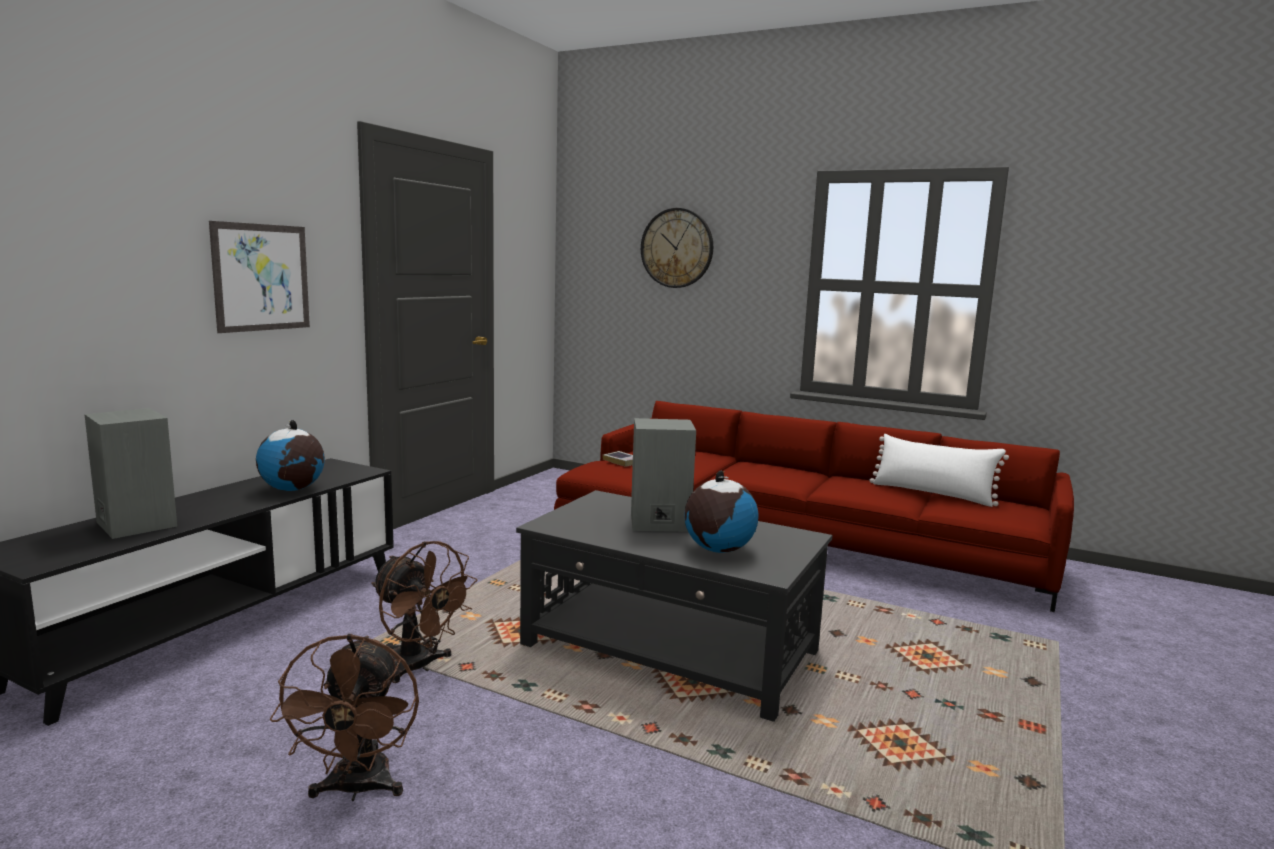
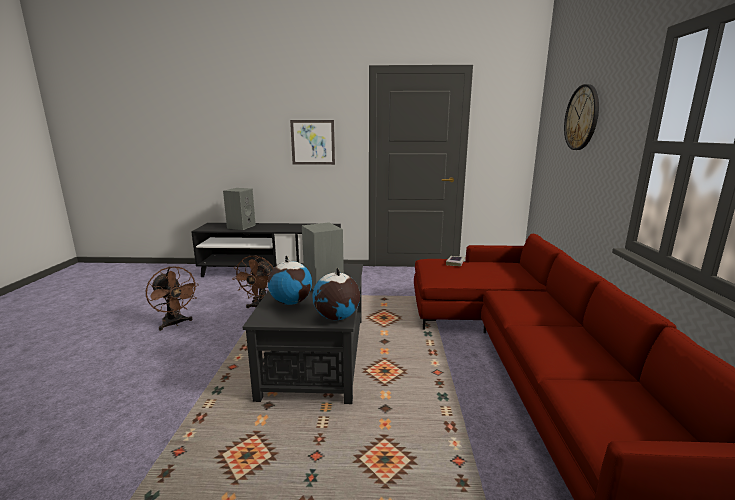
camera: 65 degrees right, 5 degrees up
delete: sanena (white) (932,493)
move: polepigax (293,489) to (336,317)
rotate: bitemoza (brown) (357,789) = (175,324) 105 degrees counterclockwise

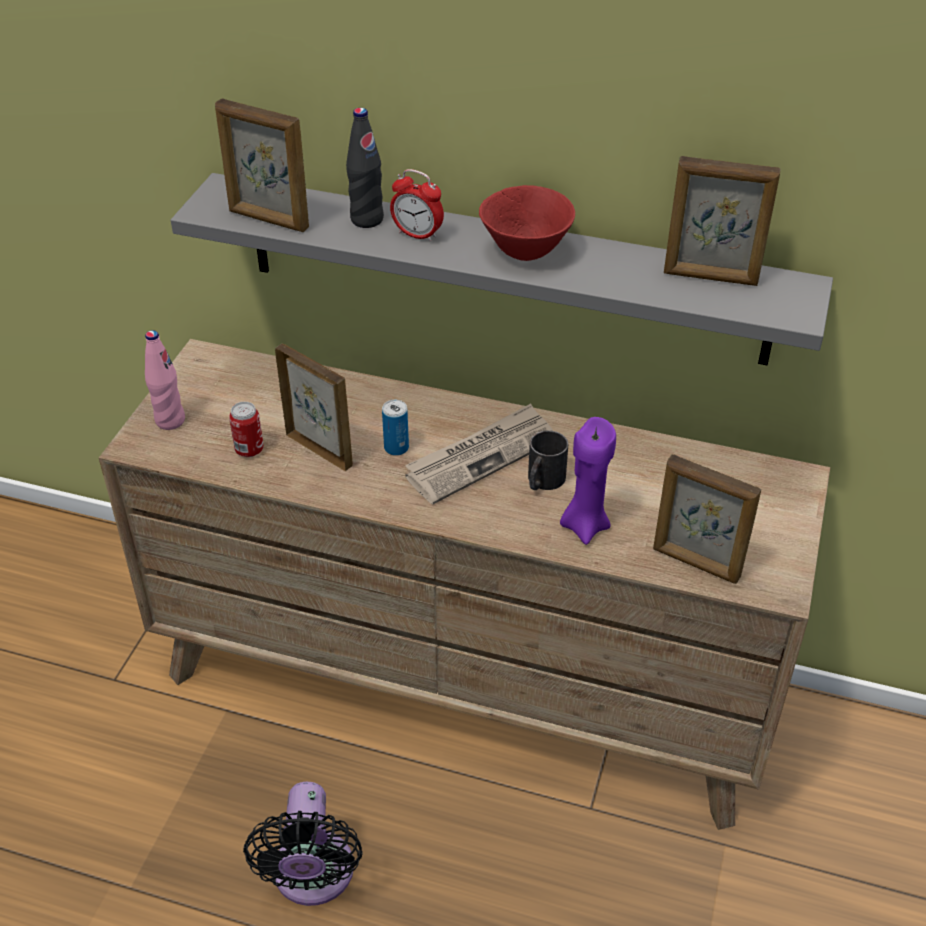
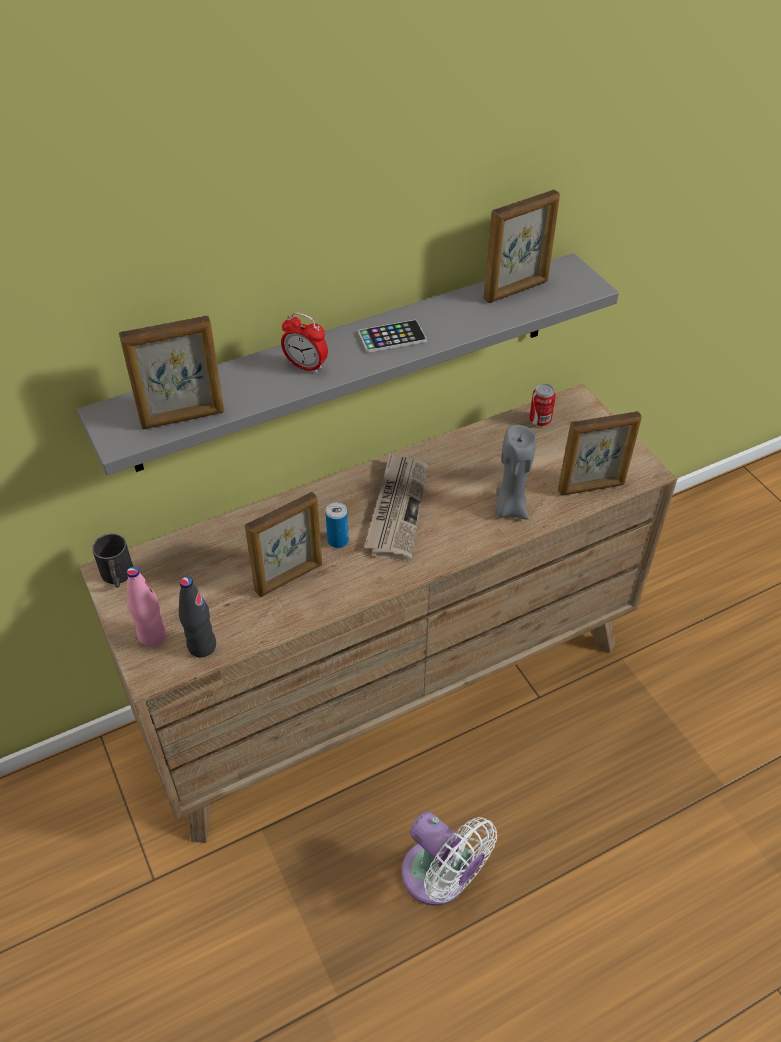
camera: 45 degrees left, 5 degrees up
move: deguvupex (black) (543,481) to (117,576); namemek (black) (367,219) to (202,646); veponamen (249,450) to (540,420)
replace: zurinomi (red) (526,252) to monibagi (392,337)
recolor: bitemoza (black) (312,877) to bitemoza (white) (440,878); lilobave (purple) (584,525) to lilobave (grey) (509,508)
rotate: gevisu (319,449) = (289,578) 150 degrees clockwise; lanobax (417,235) = (306,366) 45 degrees clockwise

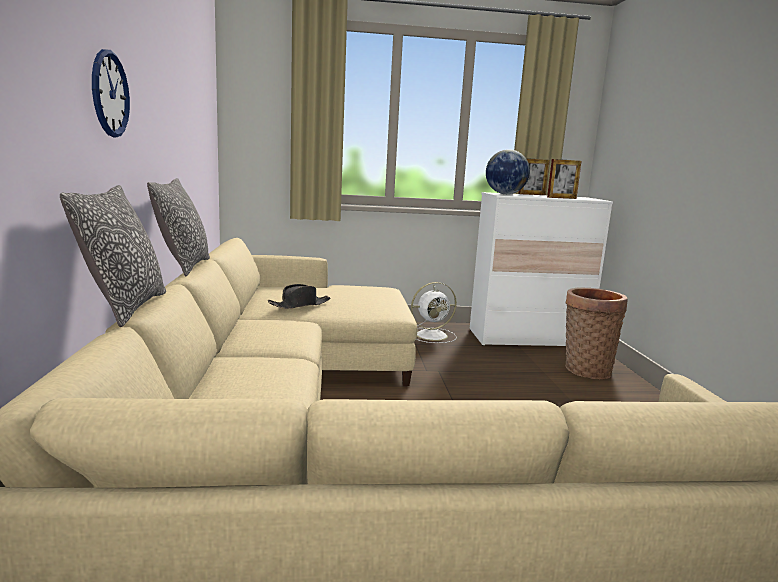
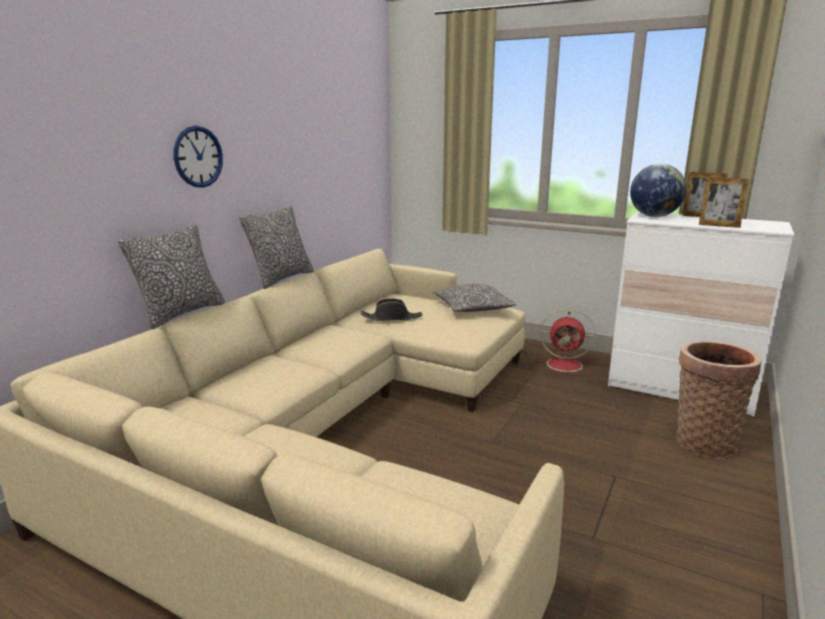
camera: 35 degrees right, 5 degrees up
insert: sanena (473,308)
recolor: bitemoza (white) (433,335) to bitemoza (red) (566,365)

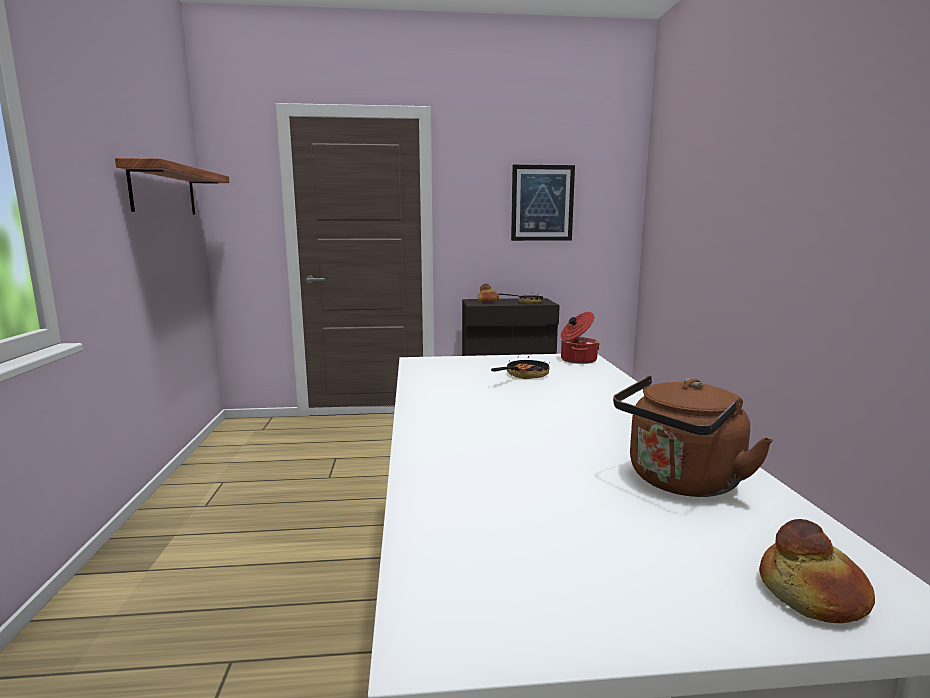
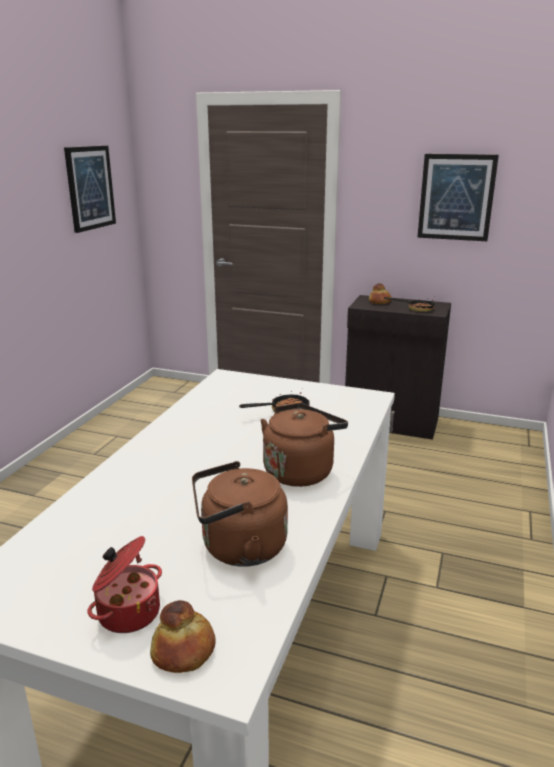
camera: 25 degrees right, 10 degrees up
insert: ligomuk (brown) (300,471)
move: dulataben (577,360) to (127,611)
replace: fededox (164,191) to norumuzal (90,188)

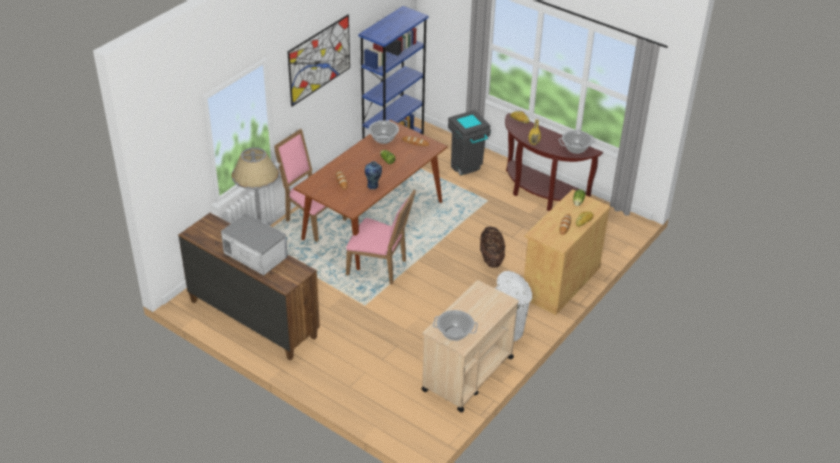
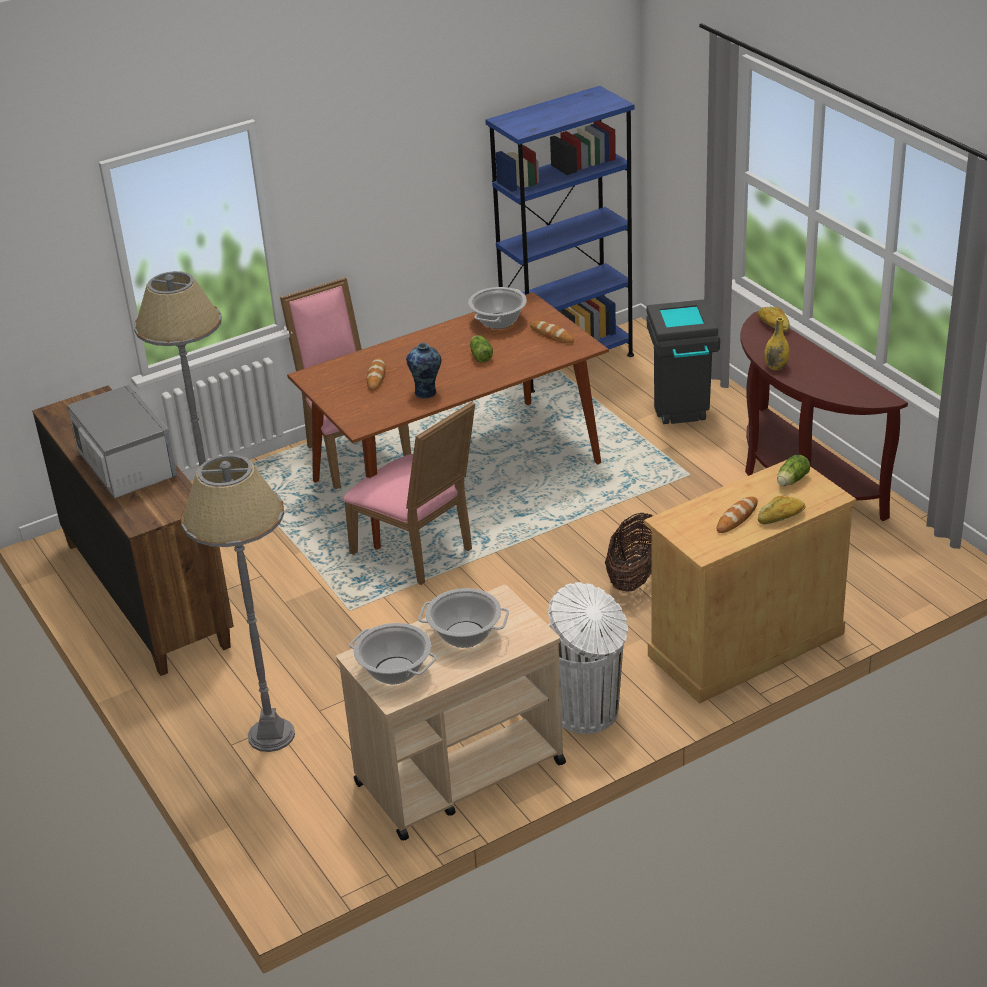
camera: 25 degrees right, 5 degrees down
delete: norumuzal (319,59)
insert: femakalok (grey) (271,735)
move: dulataben (576,149) to (465,634)

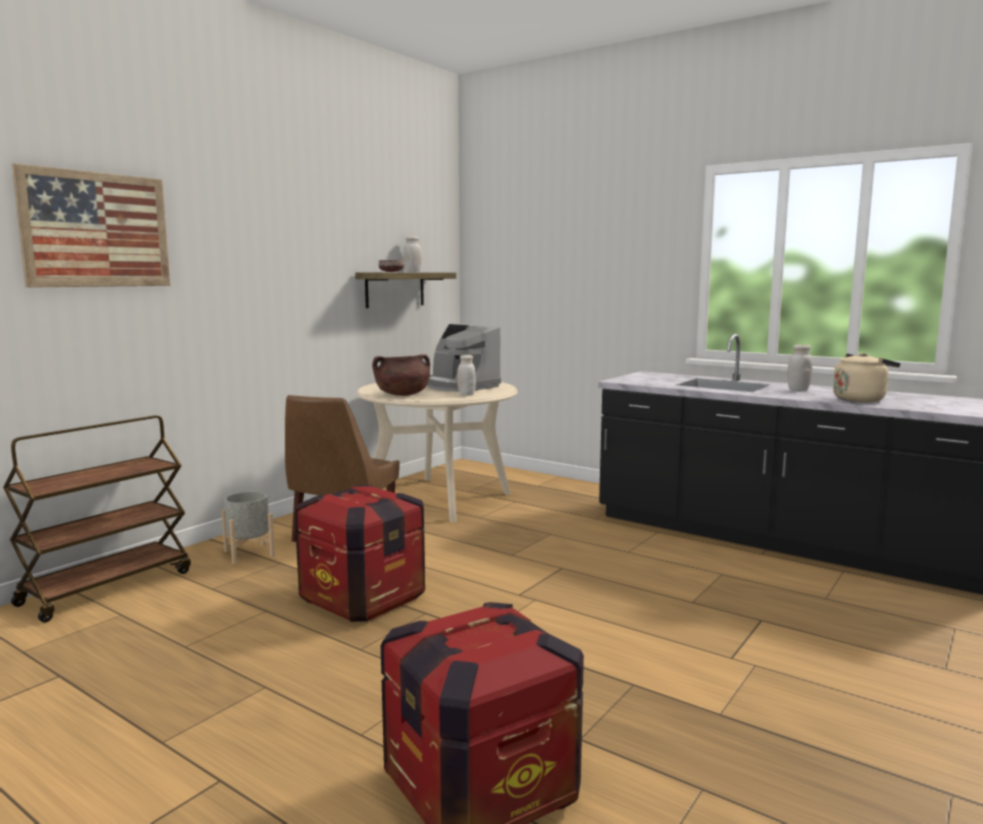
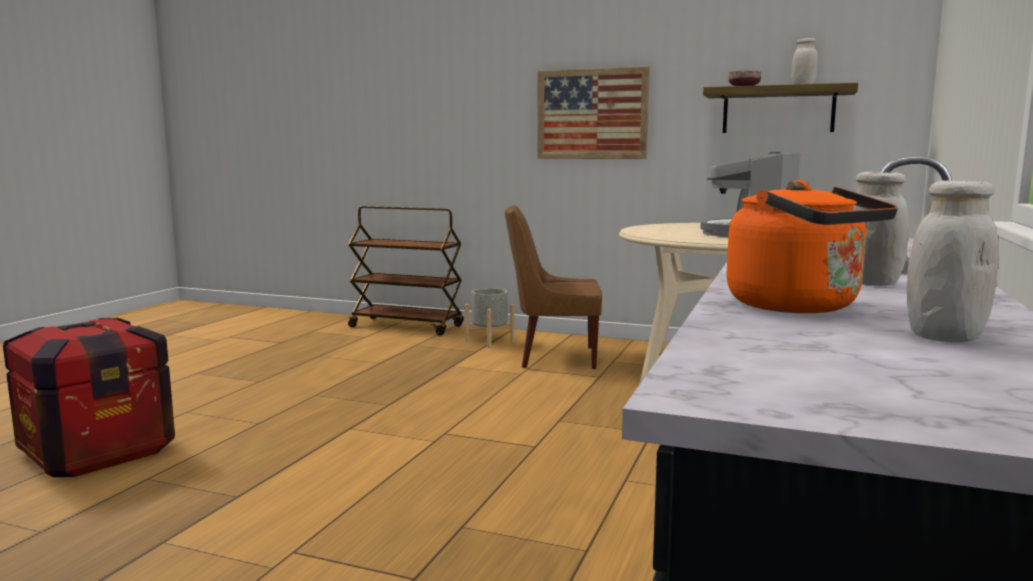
camera: 75 degrees right, 0 degrees up
delete: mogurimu (363,598); dulataben (brown) (402,395)
move: norumuzal (96,230) to (592,114); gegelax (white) (466,394) to (944,337)
recolor: ligomuk (beige) (861,399) to ligomuk (orange) (800,307)

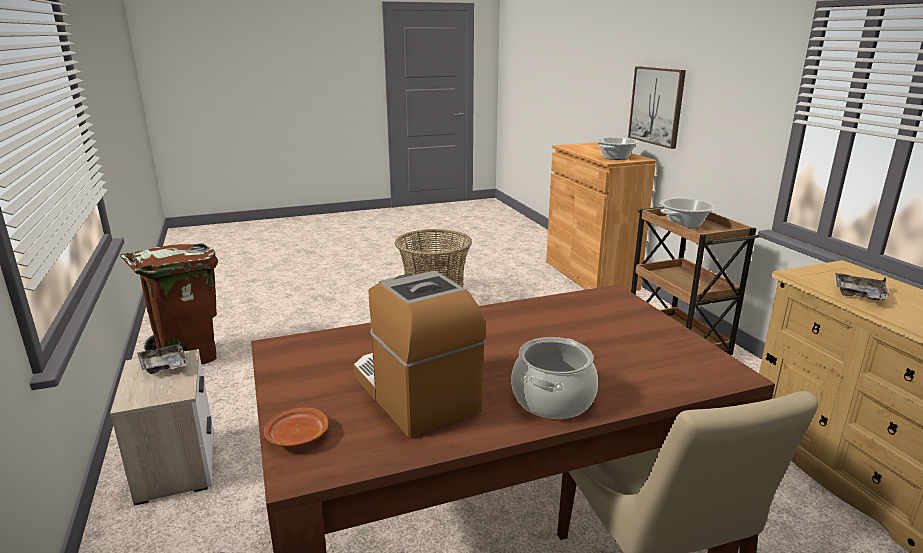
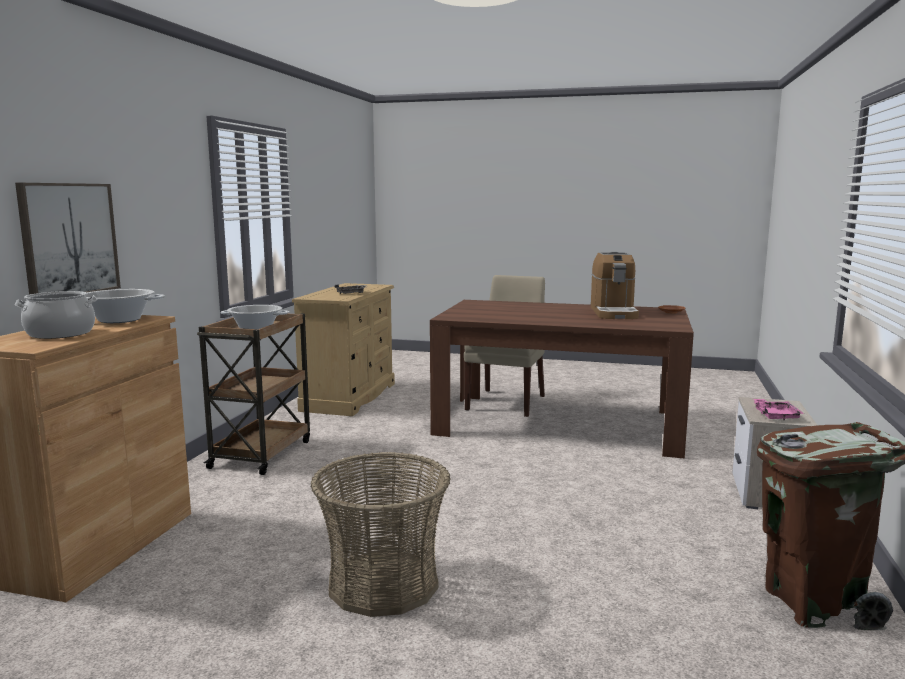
camera: 145 degrees left, 10 degrees down
move: dulataben (552,399) to (60,334)
recolor: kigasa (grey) (164,366) to kigasa (pink) (775,415)

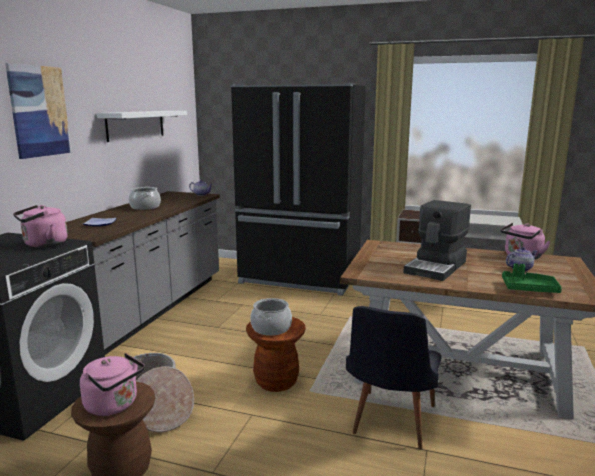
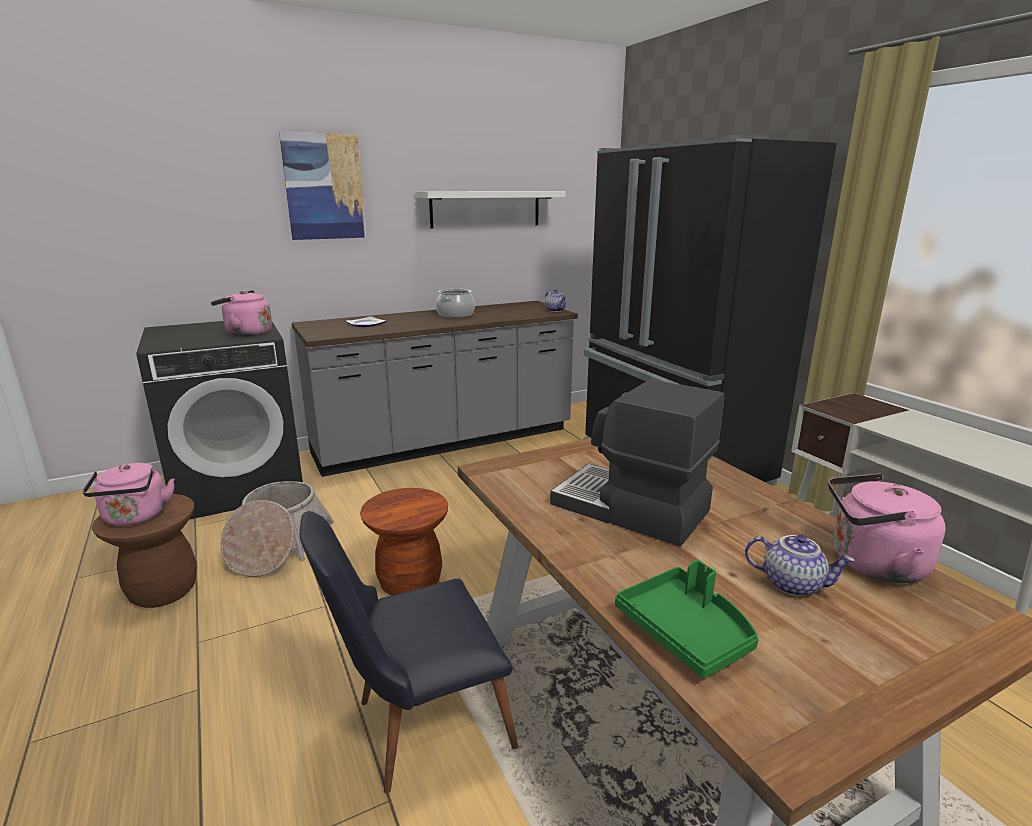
camera: 45 degrees right, 5 degrees up
delete: dulataben (271,328)
rotate: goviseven (436,267) = (630,509) 45 degrees clockwise

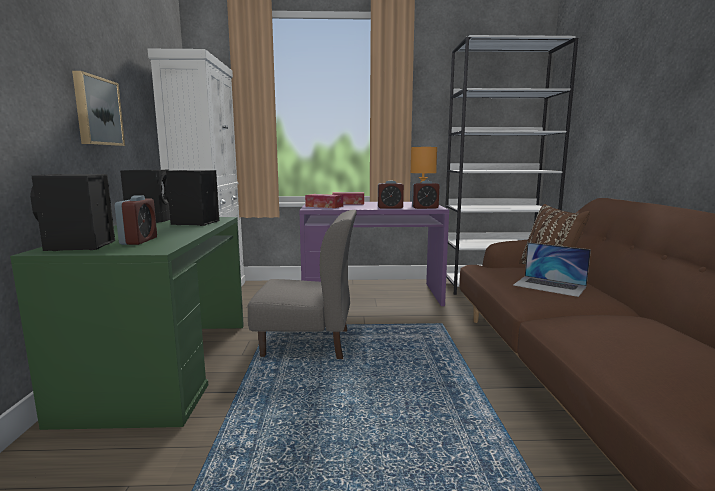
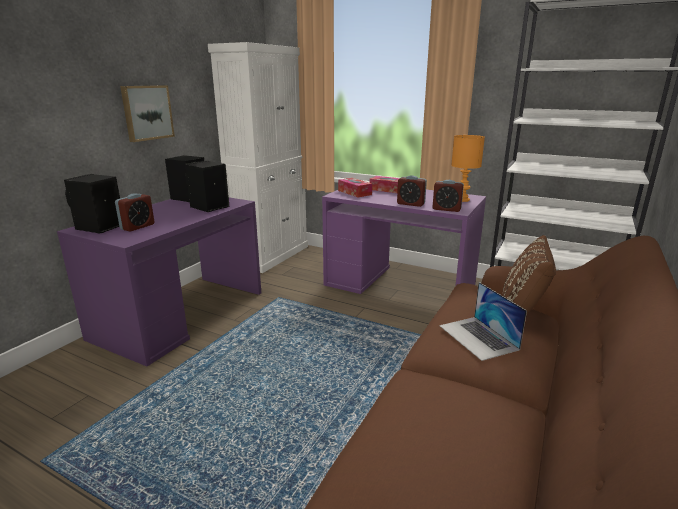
camera: 30 degrees right, 10 degrees up
delete: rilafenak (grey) (307,343)
recolor: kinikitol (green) (165,366) to kinikitol (purple) (181,314)

